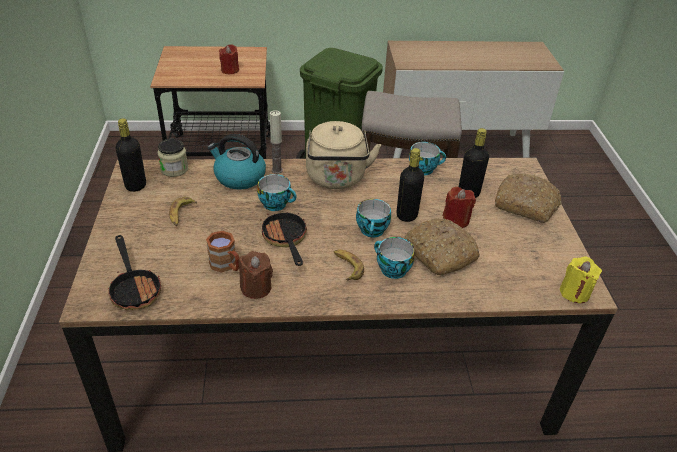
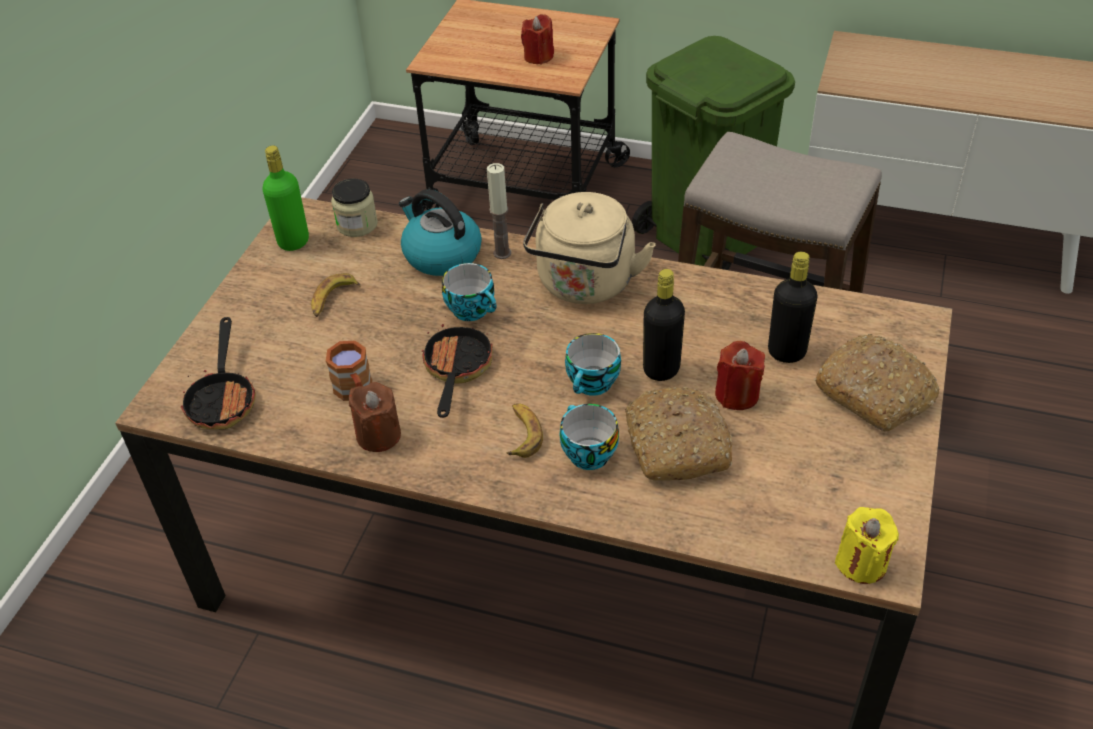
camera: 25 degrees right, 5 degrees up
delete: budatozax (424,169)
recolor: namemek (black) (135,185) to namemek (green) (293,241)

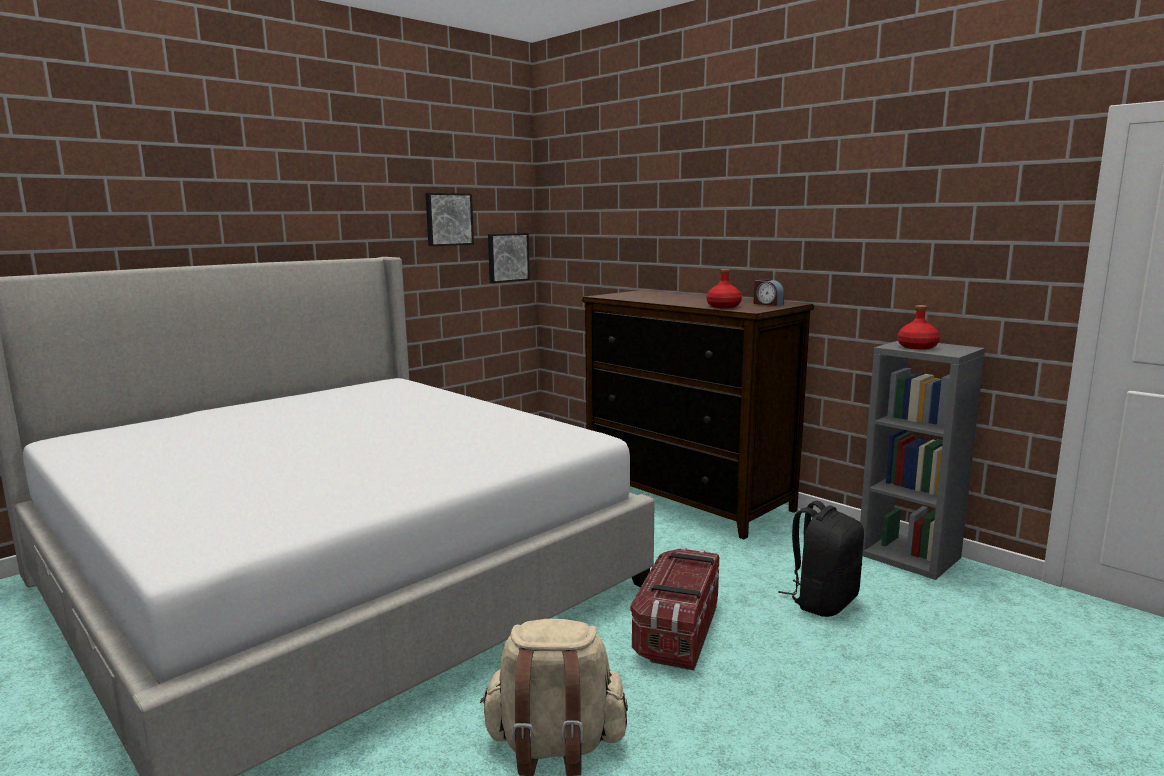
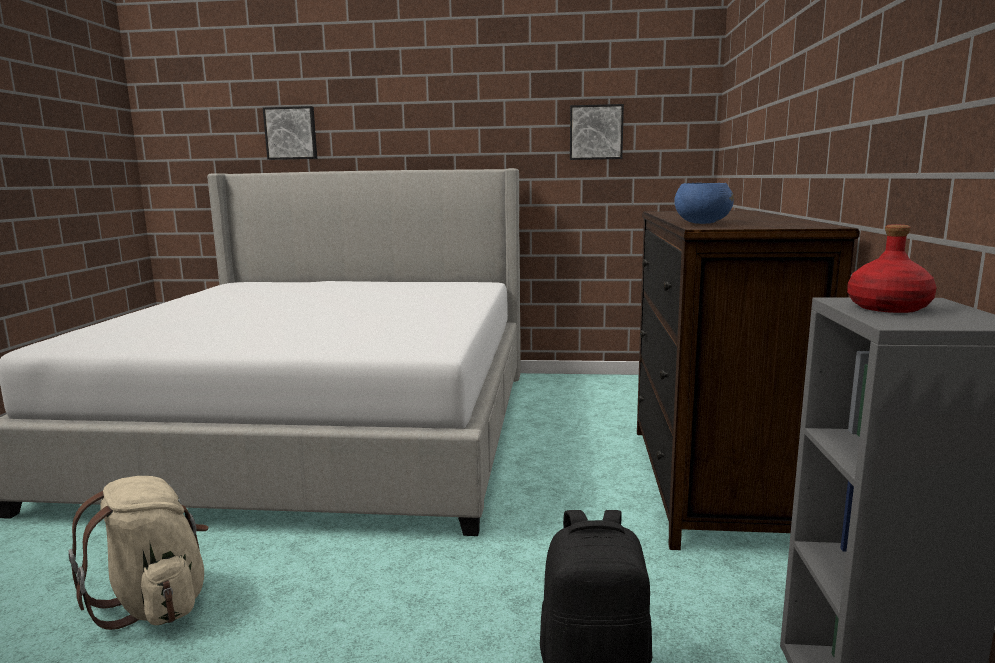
camera: 50 degrees right, 0 degrees up
delete: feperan (677,631); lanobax (767,304)
move: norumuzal (507,257) to (291,133)
replace: namemek (red) (723,306) to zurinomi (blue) (702,223)

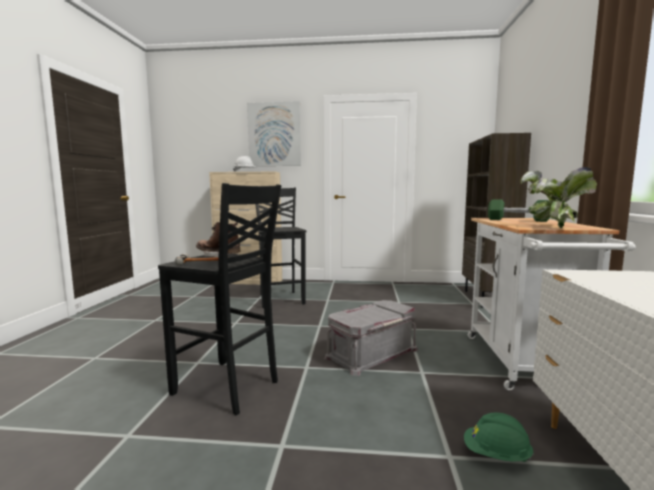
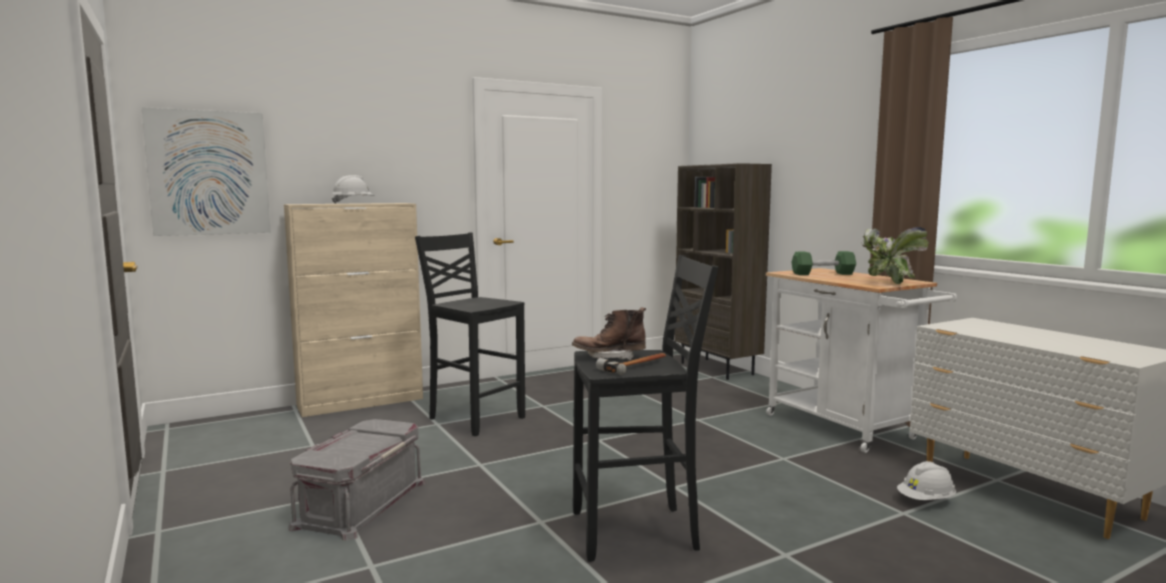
camera: 35 degrees left, 0 degrees up
move: norumuzal (274,134) to (209,173); feperan (grey) (371,353) to (359,503)
recolor: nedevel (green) (496,455) to nedevel (white) (926,501)

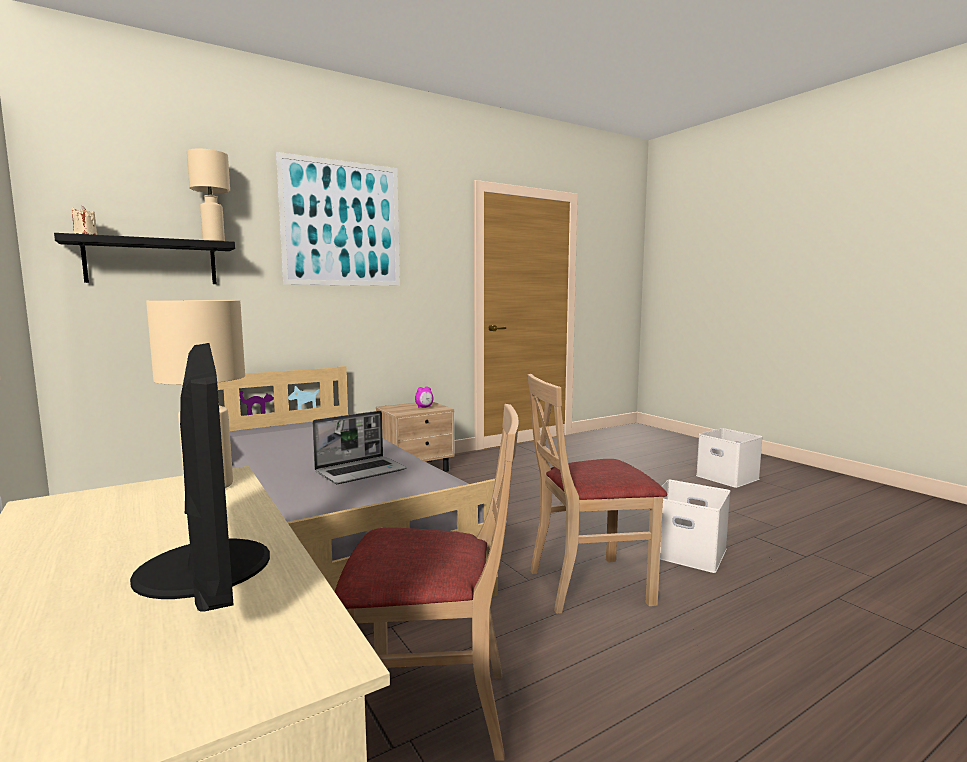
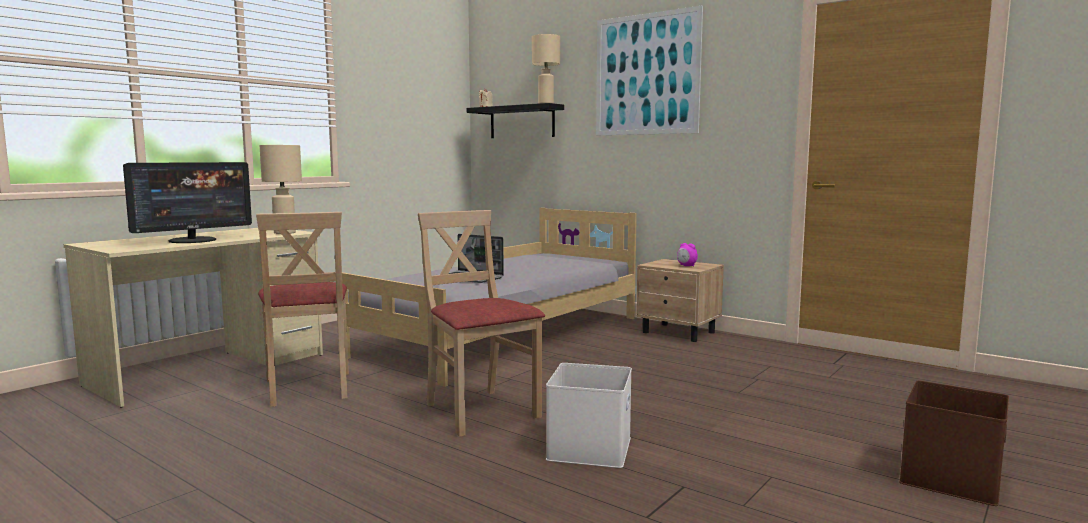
camera: 70 degrees right, 0 degrees up
recolor: feperan (white) (728,477) to feperan (brown) (952,479)

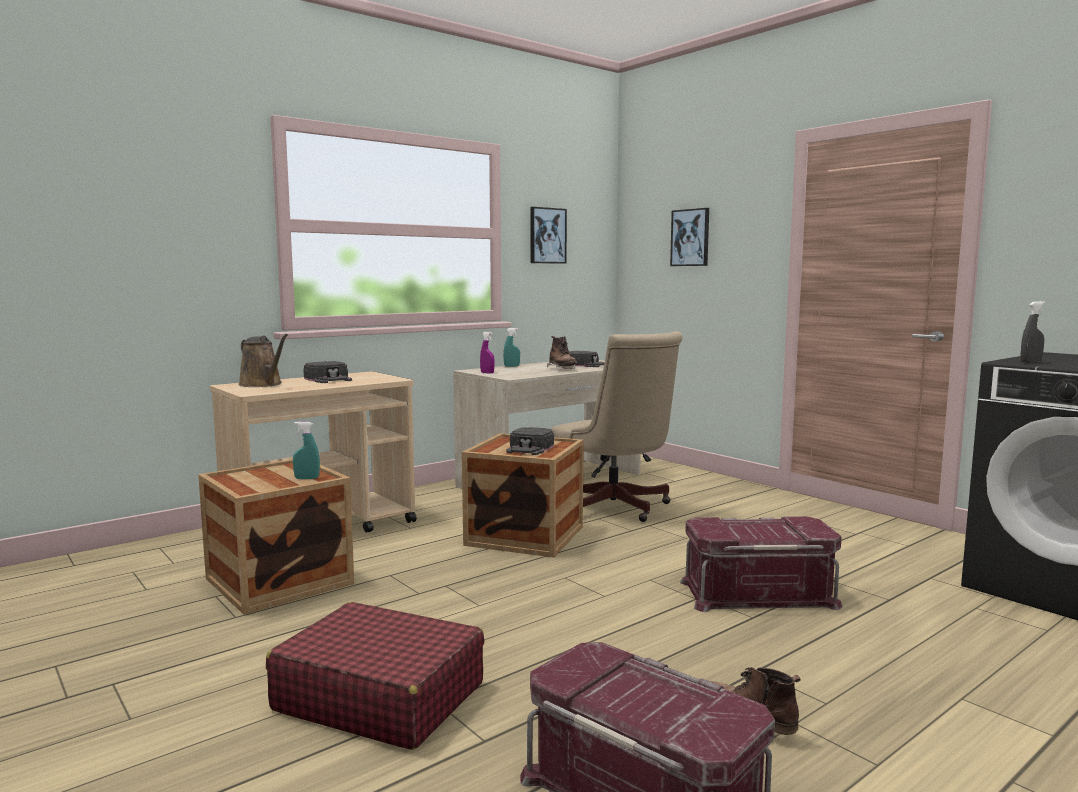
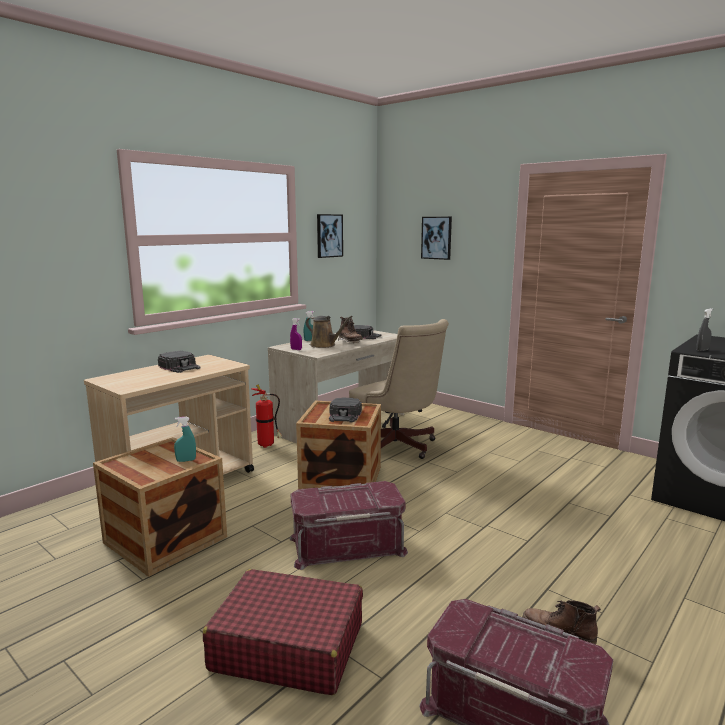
camera: 10 degrees left, 5 degrees up
insert: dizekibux (268,445)
move: feperan (red) (757,593) to (347,544); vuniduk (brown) (263,384) to (324,345)

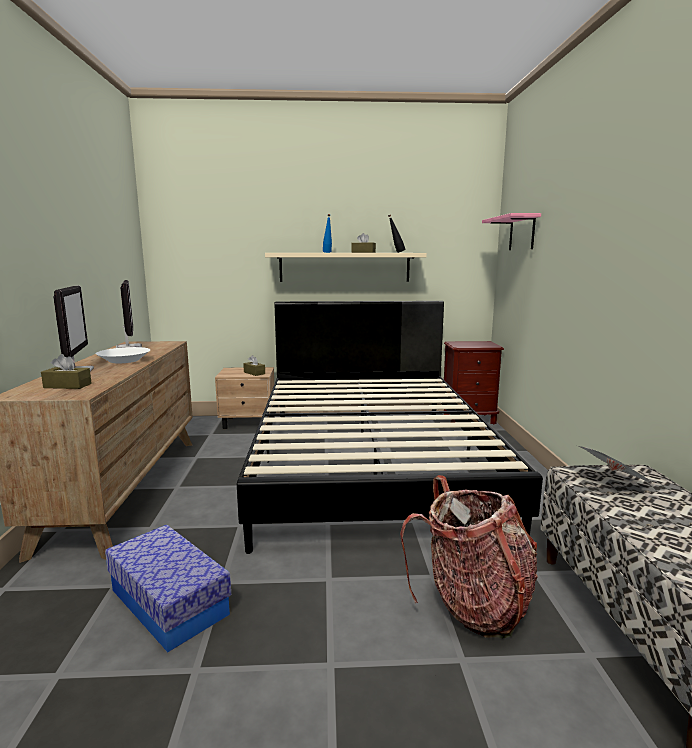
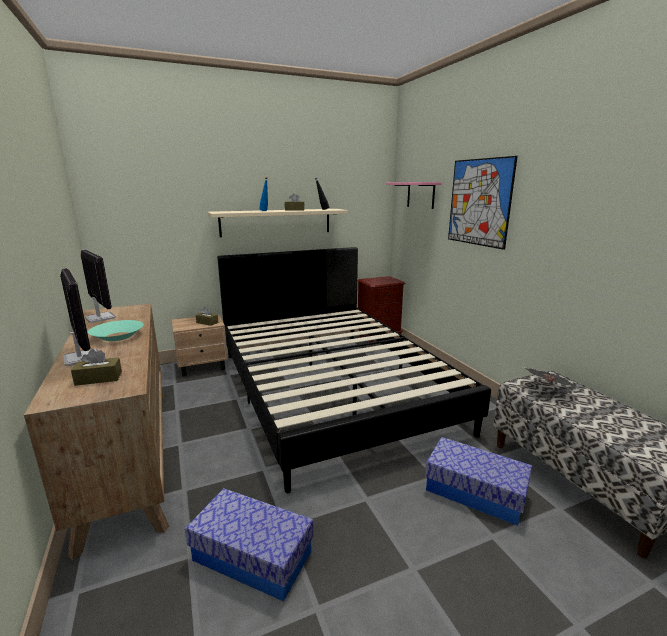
camera: 20 degrees left, 5 degrees up
insert: norumuzal (479,202)
replace: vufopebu (474,605) to feperan (474,492)
recolor: zurinomi (white) (124,360) to zurinomi (turquoise) (118,336)

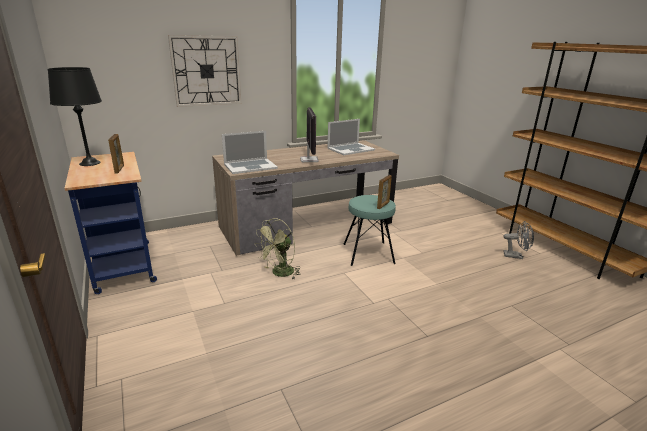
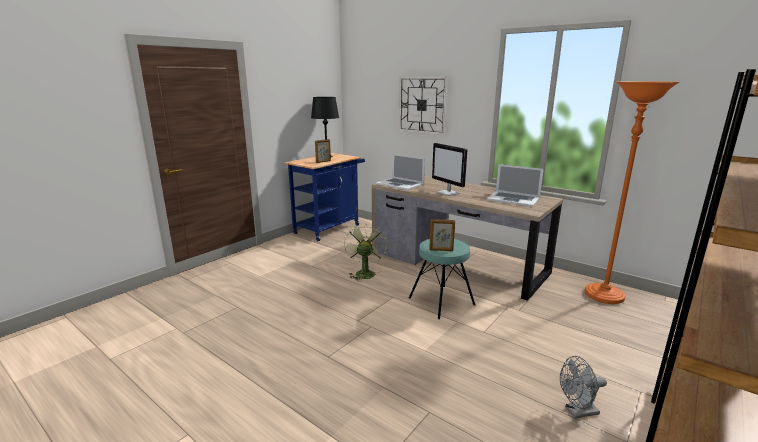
camera: 65 degrees right, 5 degrees down
insert: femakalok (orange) (604,296)
rotate: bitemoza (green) (279,273) = (364,273) 75 degrees clockwise; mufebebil (309,159) = (448,193) 90 degrees clockwise; bitemoza (grey) (516,256) = (577,412) 90 degrees clockwise

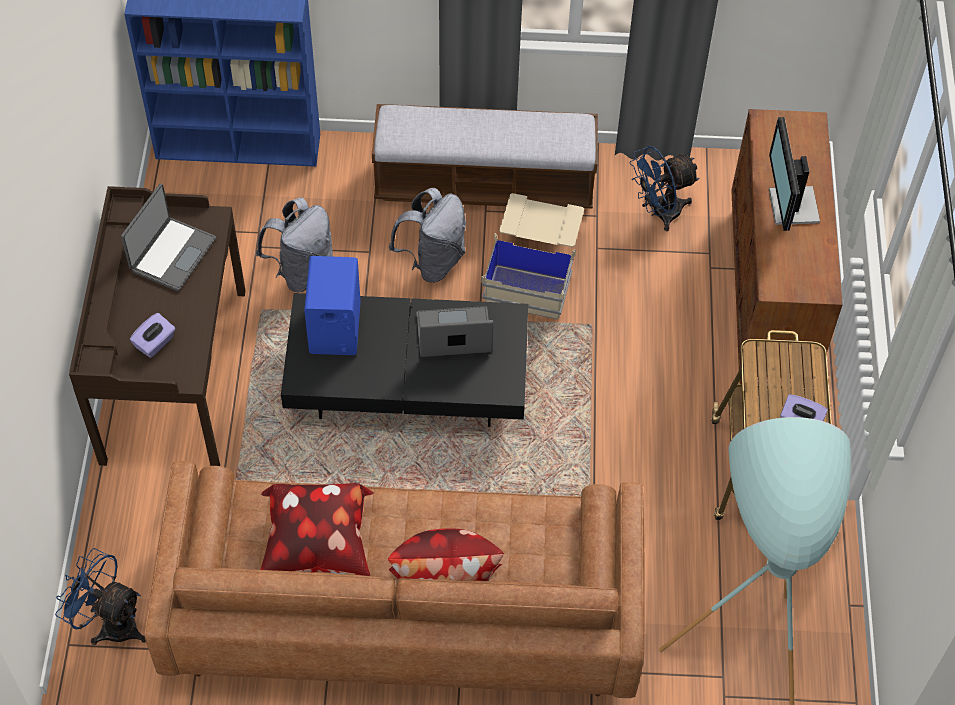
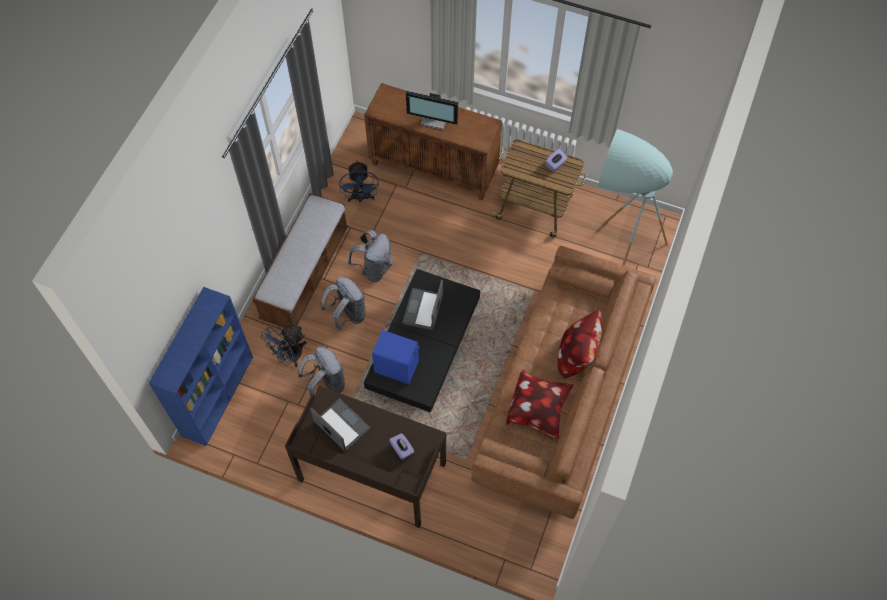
camera: 70 degrees left, 5 degrees up
move: bitemoza (blue) (111,623) to (289,356)
replace: feperan (beige) (533,271) to vufopebu (grey) (374,268)

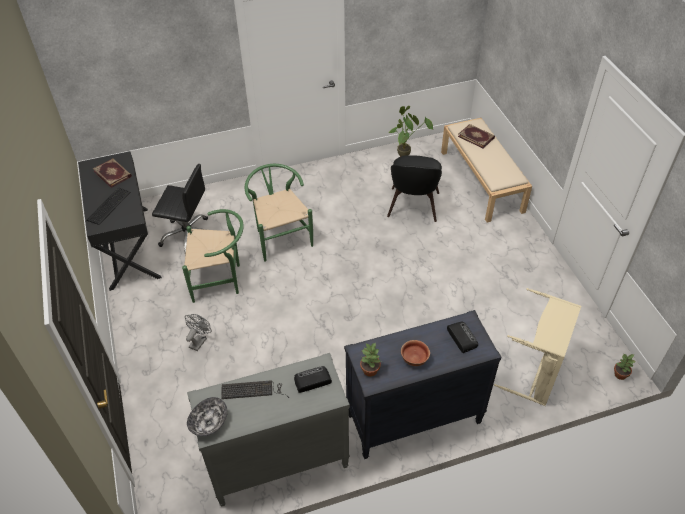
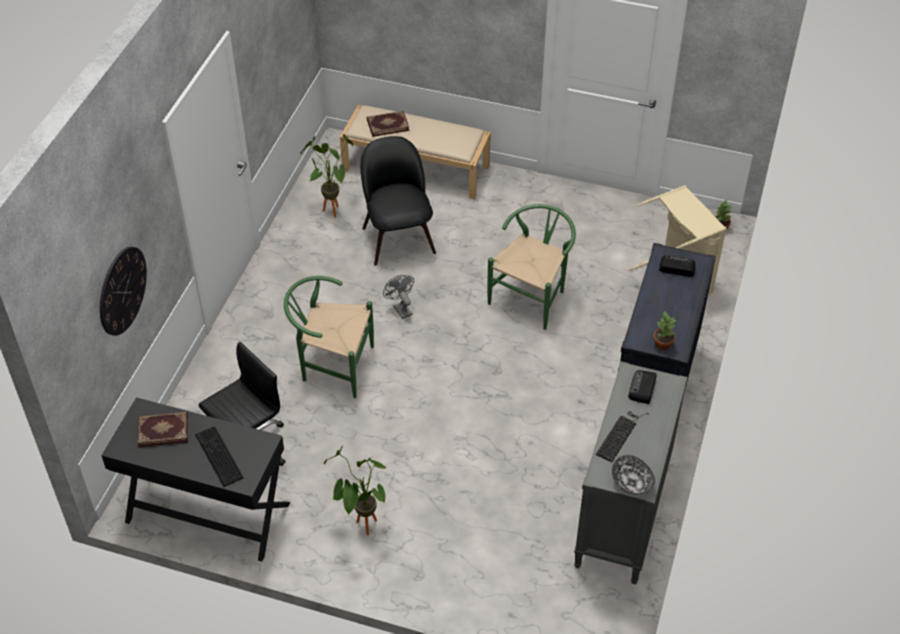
camera: 55 degrees left, 0 degrees up
delete: zurinomi (414,359)
insert: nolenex (122,290); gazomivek (361,527)
move: bitemoza (grey) (199,340) to (400,308); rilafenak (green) (221,280) to (532,296)
rotate: rilafenak (black) (413,206) = (398,238) 150 degrees counterclockwise

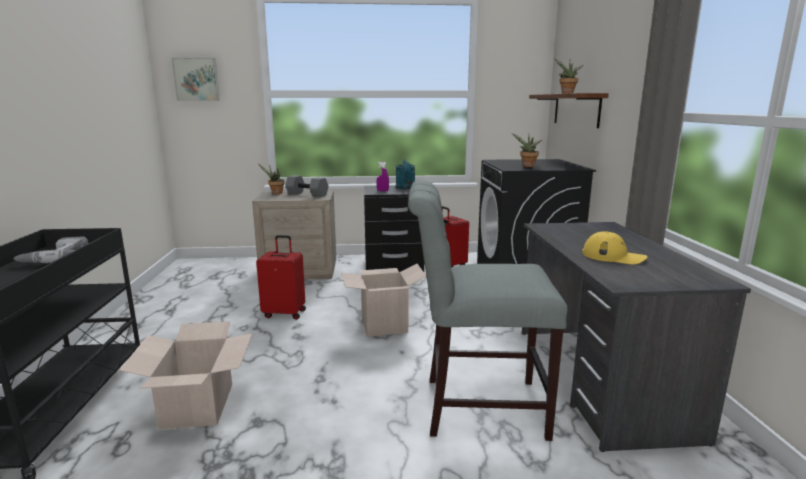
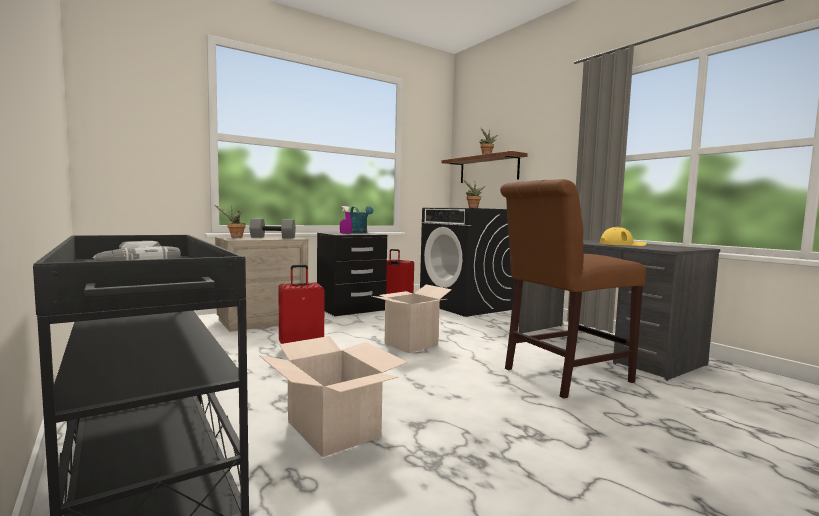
camera: 30 degrees left, 10 degrees down
delete: norumuzal (197,79)
recolor: rilafenak (grey) (475,406) to rilafenak (brown) (561,376)

